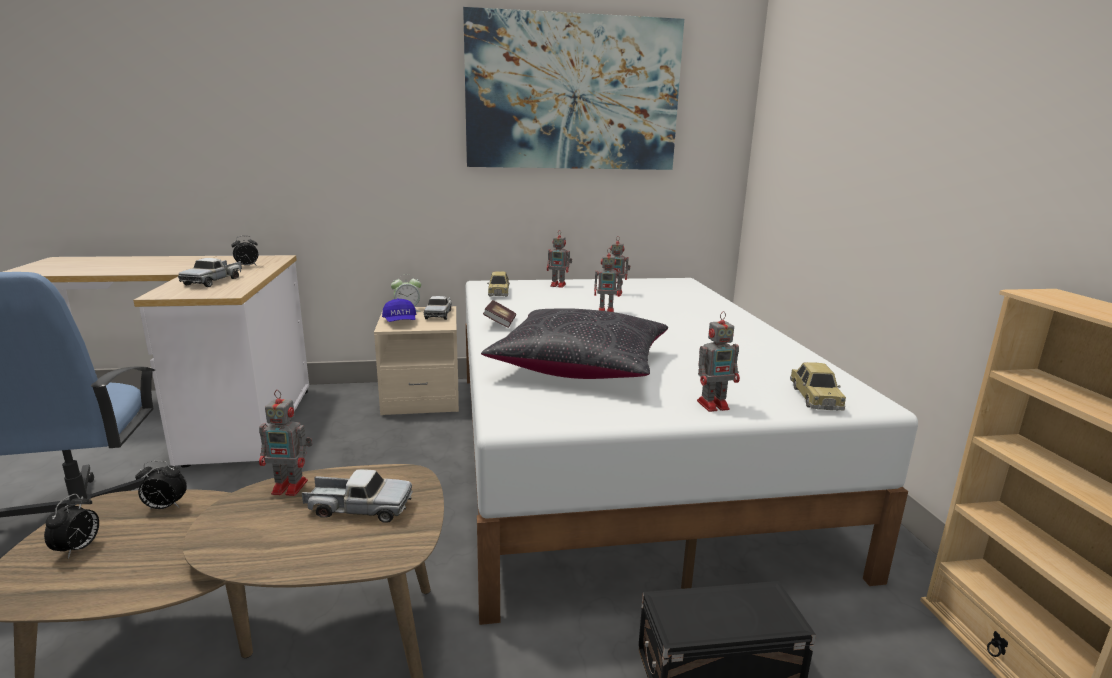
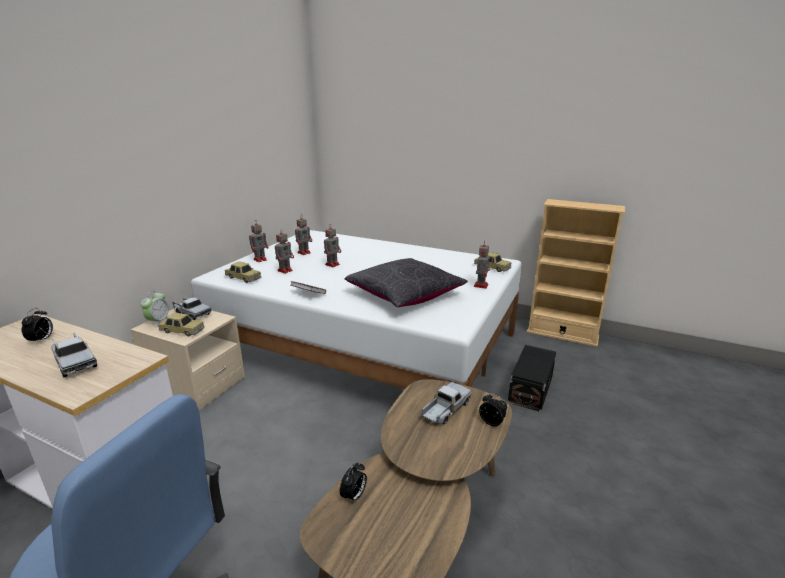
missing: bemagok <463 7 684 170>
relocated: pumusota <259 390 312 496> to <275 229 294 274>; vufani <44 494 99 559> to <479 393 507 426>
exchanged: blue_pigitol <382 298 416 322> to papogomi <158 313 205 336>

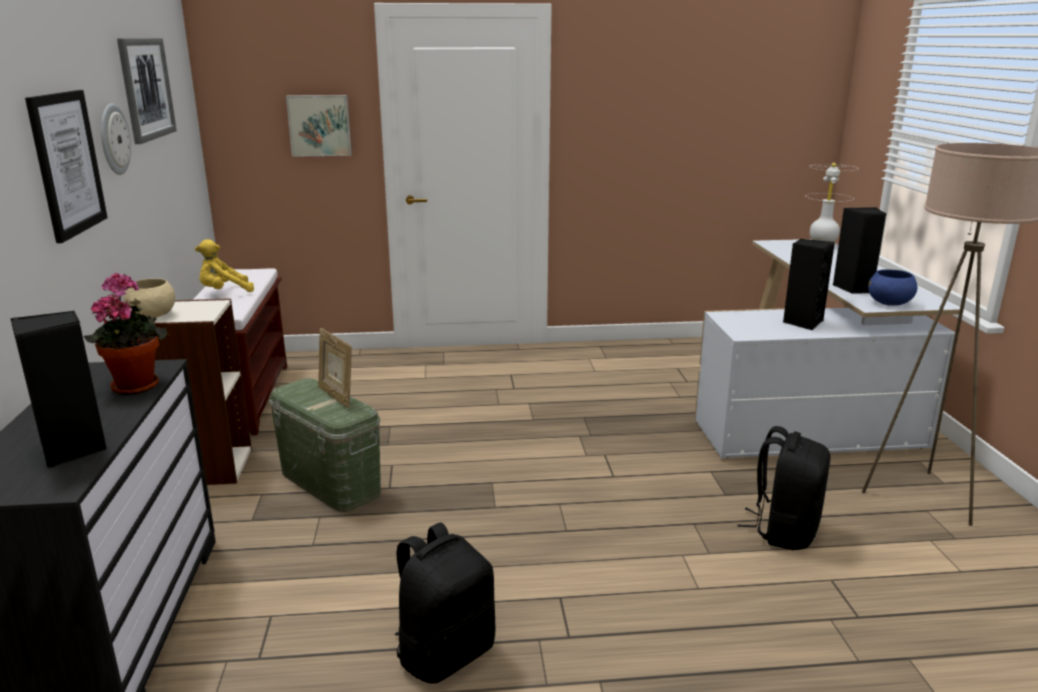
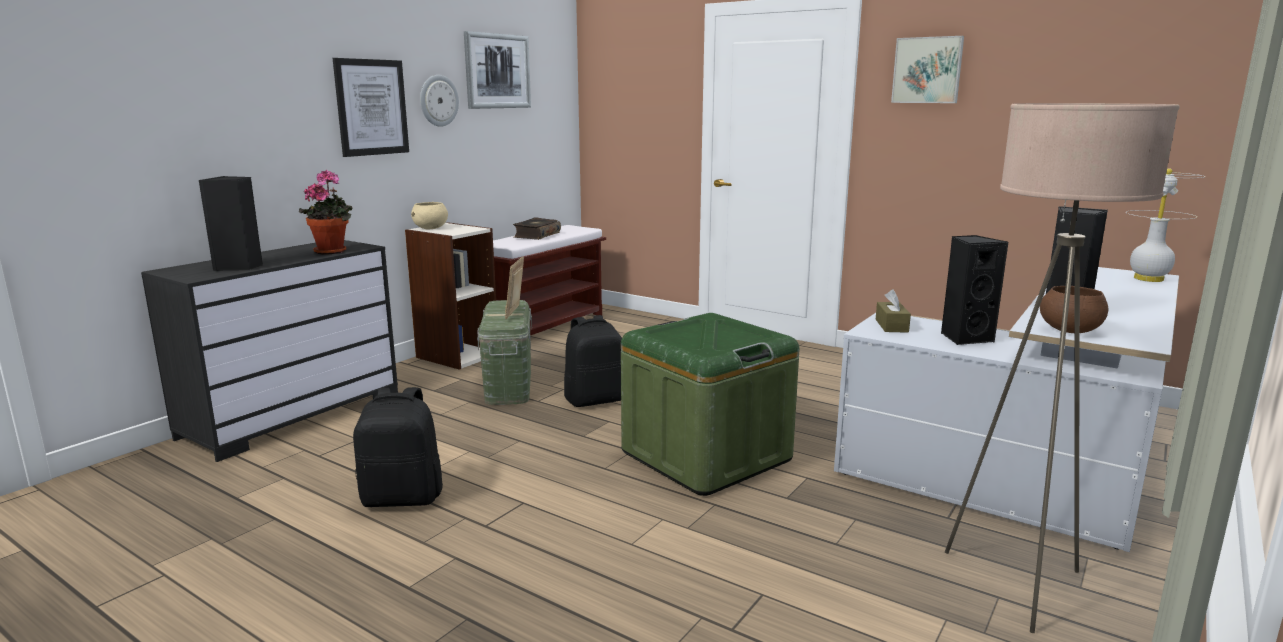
appeared: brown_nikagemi <876 289 911 333>; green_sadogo <621 313 799 496>
relocated: bemagok <286 95 352 157> to <891 36 964 103>; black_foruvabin <737 426 831 550> to <564 315 622 407>
exchanged: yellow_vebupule <195 239 254 292> to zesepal <513 217 561 240>
colour: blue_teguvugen <868 269 918 306> to brown_teguvugen <1040 286 1108 333>

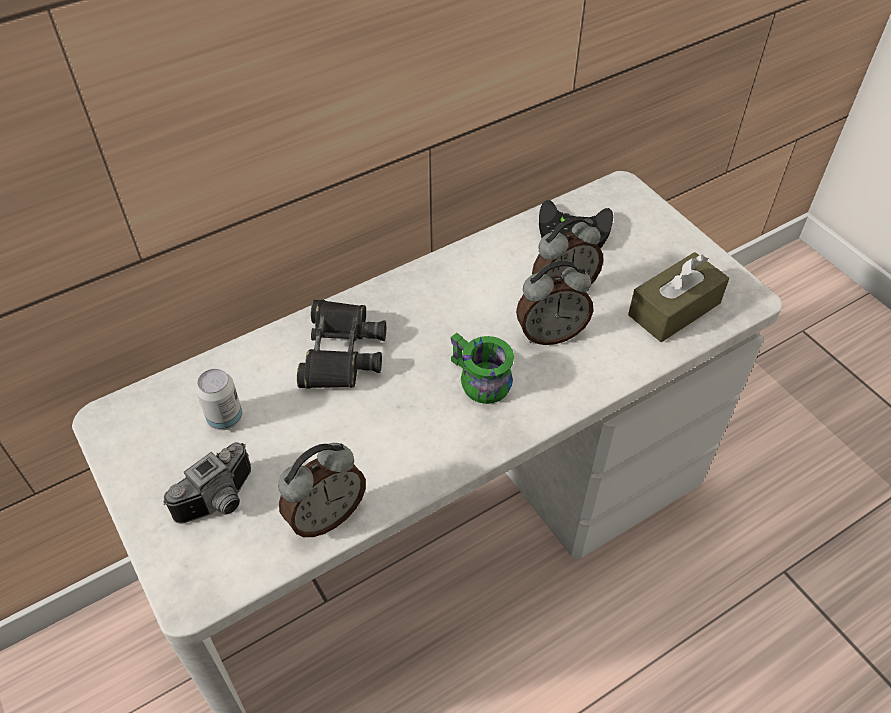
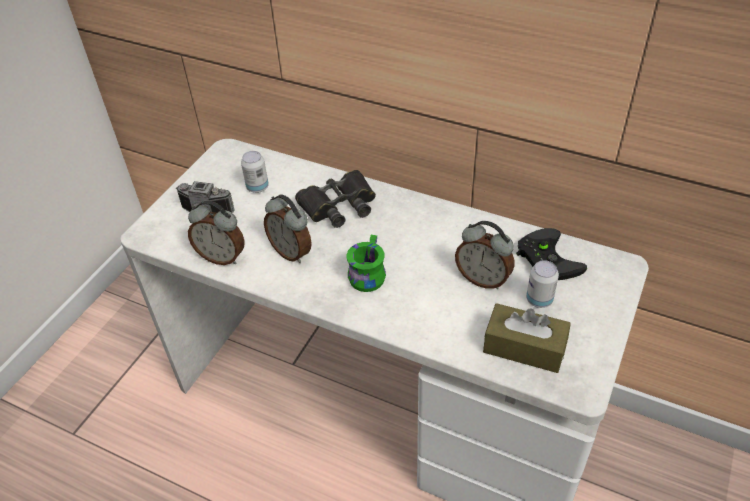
appeared: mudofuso <526 260 559 308>
relocated: vufani <516 261 594 345> to <264 194 312 263>

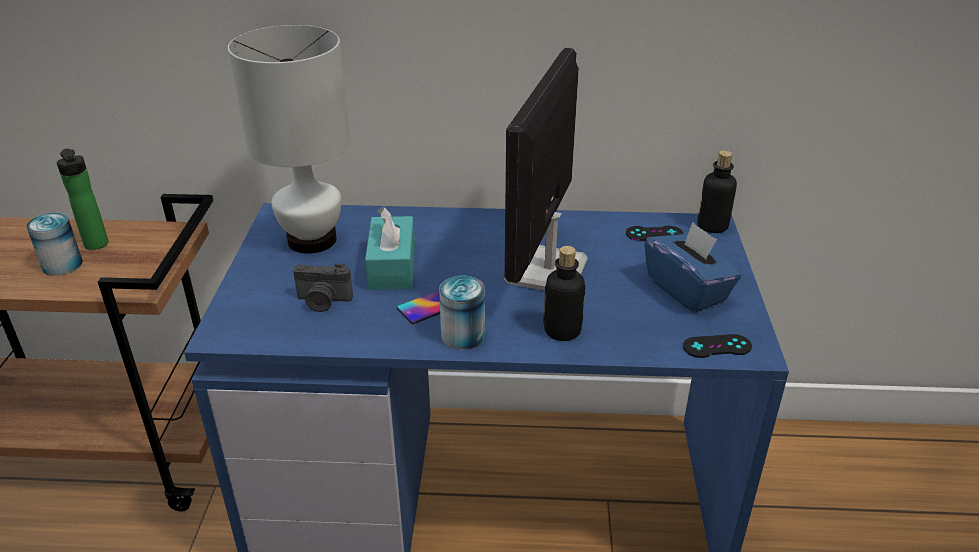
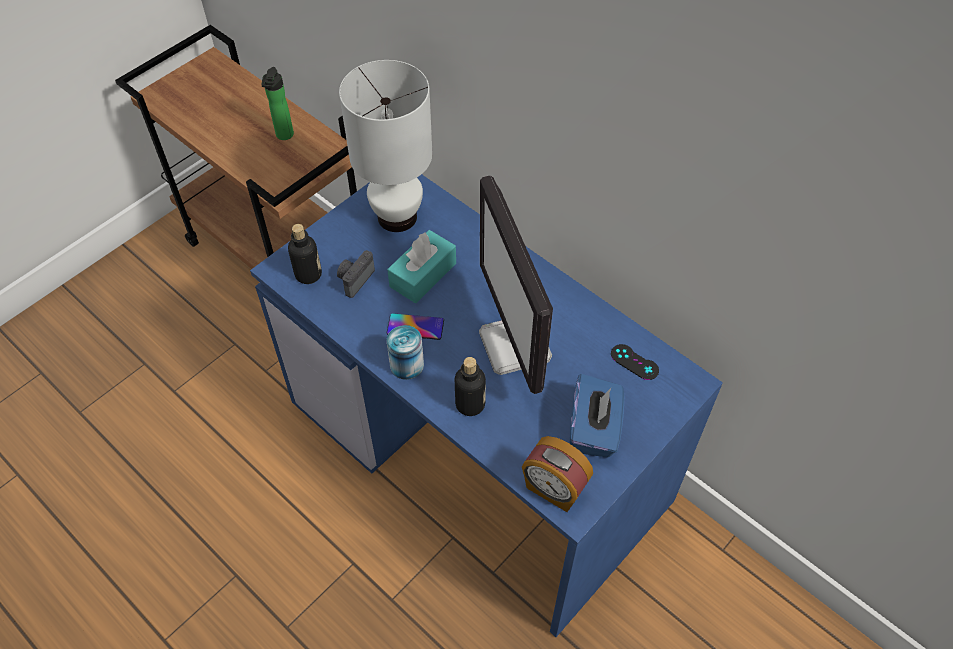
missing: mudofuso <27 213 83 276>
relocated: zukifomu <697 150 737 233> to <288 224 322 284>
exchanged: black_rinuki <683 334 752 358> to vufani <522 436 593 512>
spun: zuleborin <504 48 588 291> = <479 175 553 394> 75 degrees counterclockwise; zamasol <293 263 353 312> = <337 250 375 298> 75 degrees clockwise

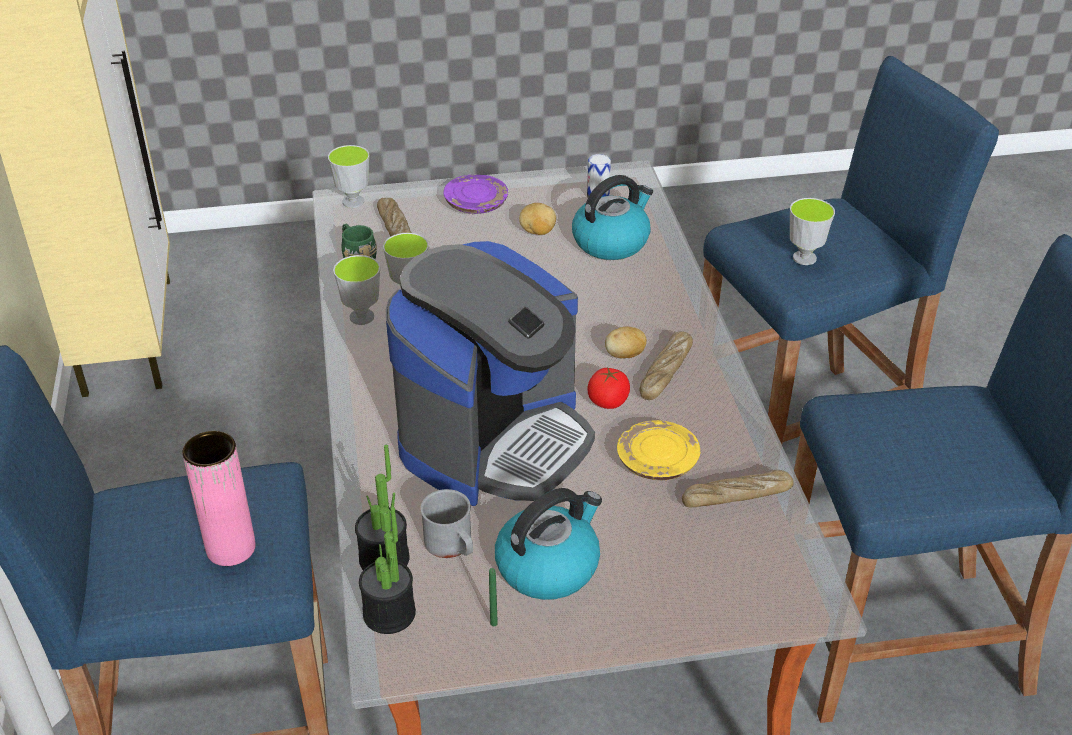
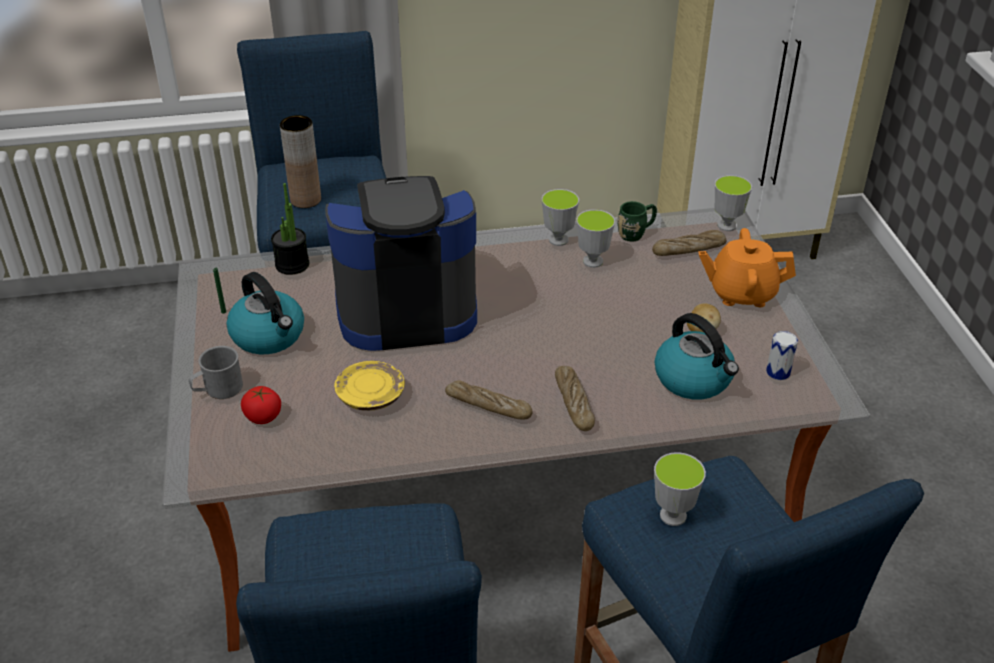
missing: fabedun <605 327 647 358>; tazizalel <359 507 416 634>
relocated: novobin <587 367 630 409> to <241 386 281 424>; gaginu <682 470 794 507> to <555 366 595 431>; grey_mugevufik <420 489 473 558> to <189 346 243 399>
exchanged: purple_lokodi <443 174 508 214> to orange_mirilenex <698 228 796 307>
colour: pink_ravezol <182 431 256 566> to brown_ravezol <280 115 321 208>
spun: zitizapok <386 241 595 506> = <325 176 477 351> 135 degrees clockwise

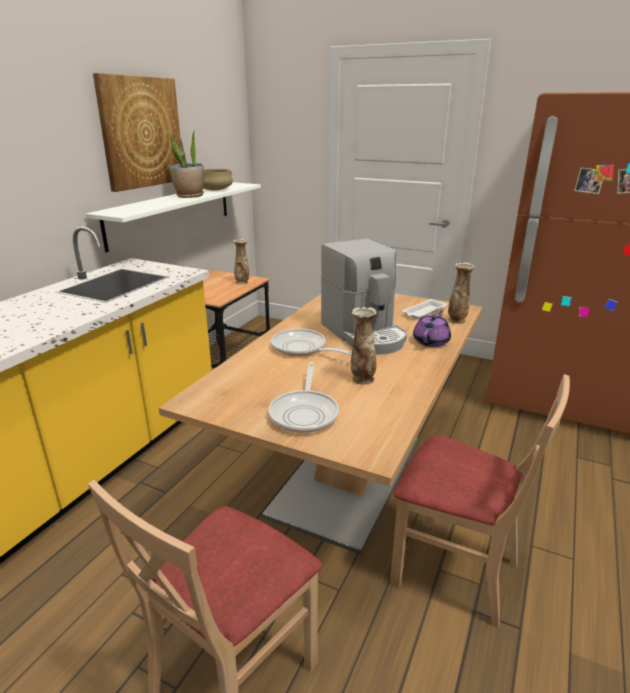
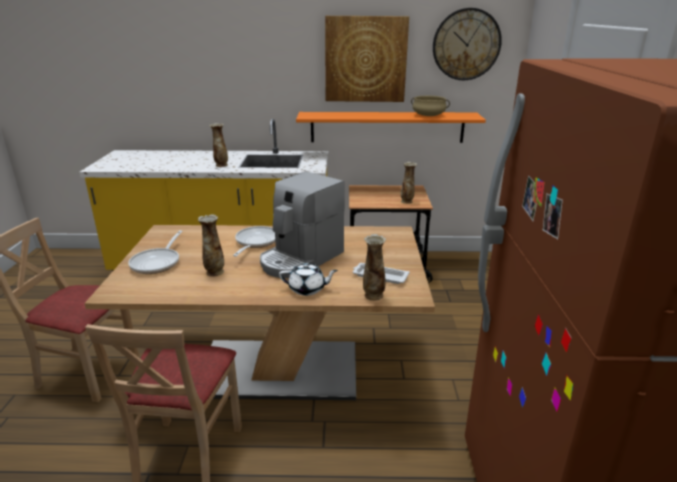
missing: tazizalel <169 132 204 198>
appeared: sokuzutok <433 8 502 80>; ravezol <209 123 228 167>
colour: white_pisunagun <85 182 261 252> to orange_pisunagun <296 112 486 143>; purple_mirilenex <413 311 451 347> to white_mirilenex <279 263 338 296>
spun: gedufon <268 362 339 433> = <128 230 183 274> 60 degrees counterclockwise

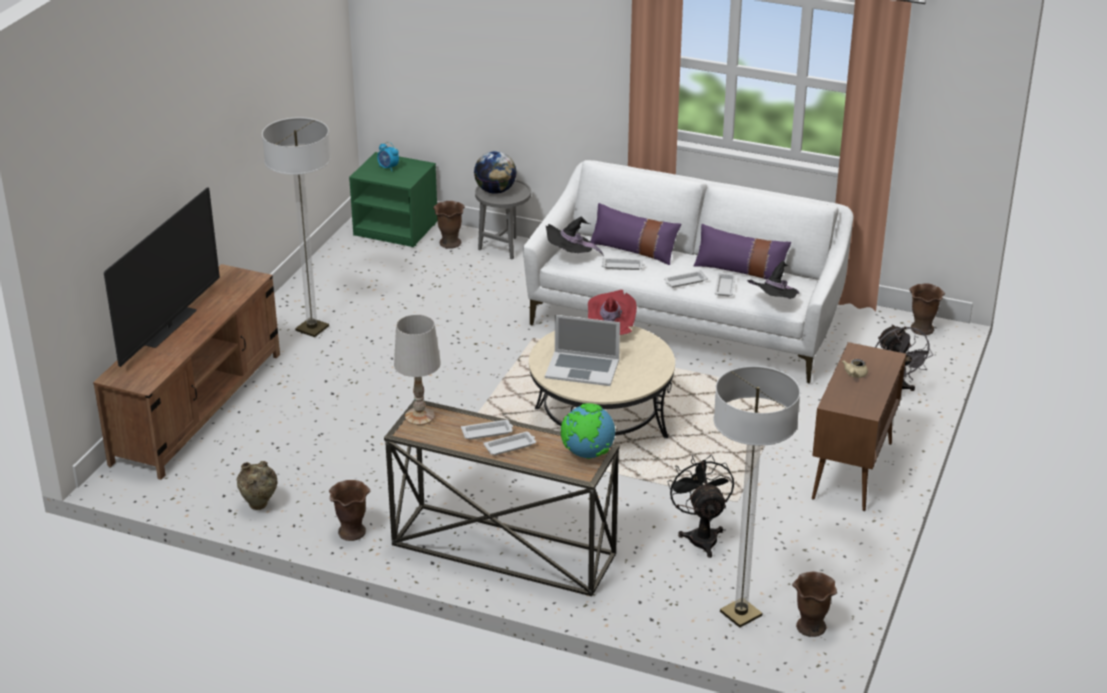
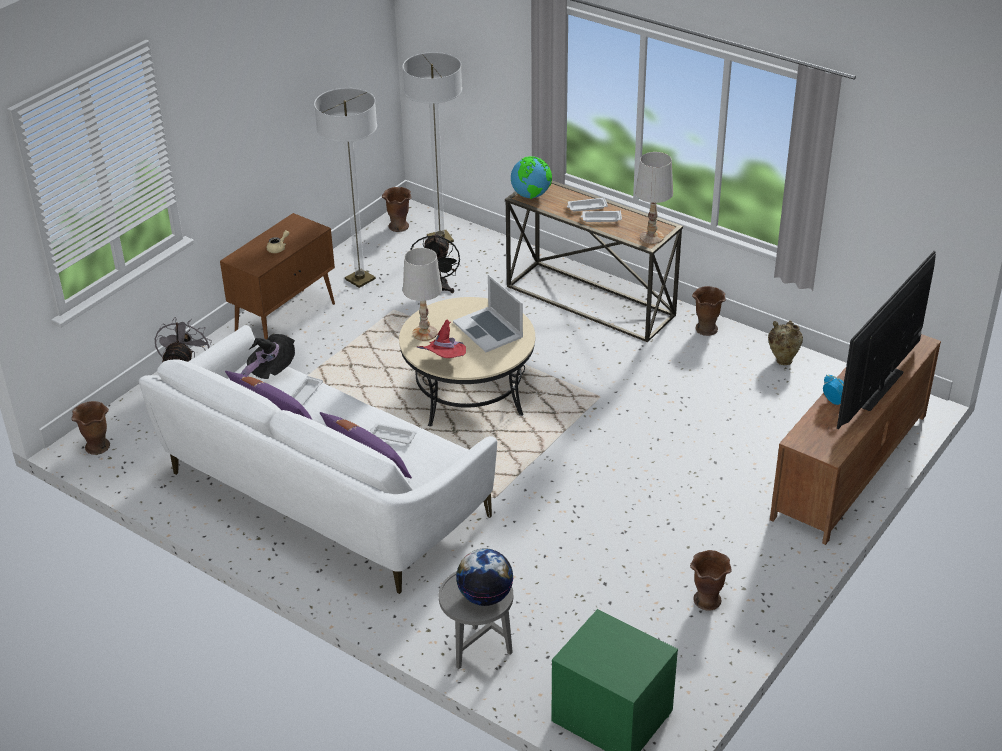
missing: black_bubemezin <546 217 604 256>; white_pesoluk <664 270 708 288>
appeared: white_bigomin <403 248 442 341>
relocated: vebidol <262 117 331 337> to <314 88 377 288>; vufani <377 142 399 171> to <823 374 844 405>; brown_ravezol <433 201 465 248> to <690 550 731 611>
spun: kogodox <545 315 620 386> = <453 274 523 352> 150 degrees counterclockwise

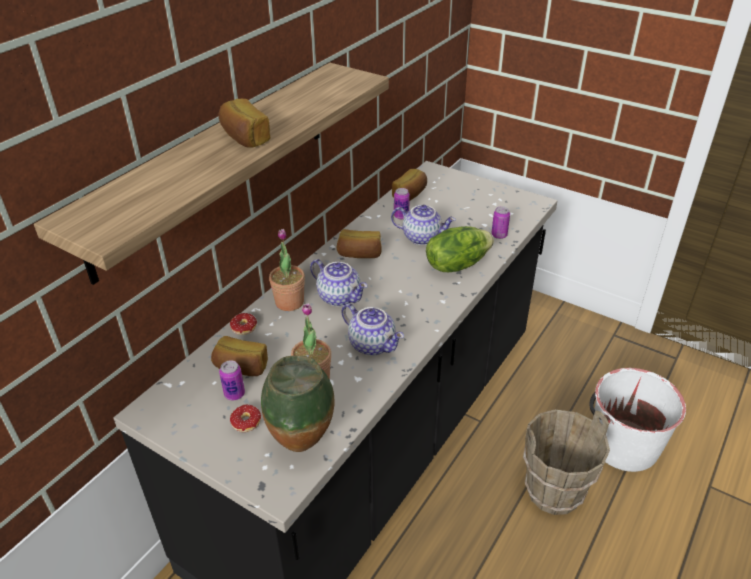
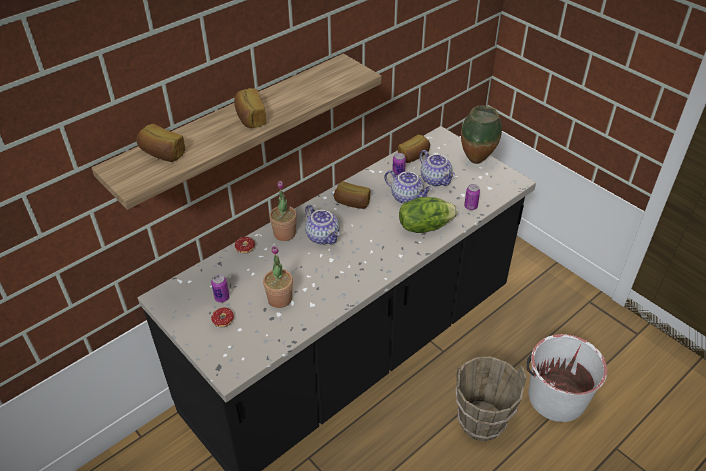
relocated: mirilenex <341 303 404 356> to <419 150 455 186>; gaginu <211 336 268 376> to <136 124 186 162>; ravezol <261 355 335 452> to <461 105 502 164>

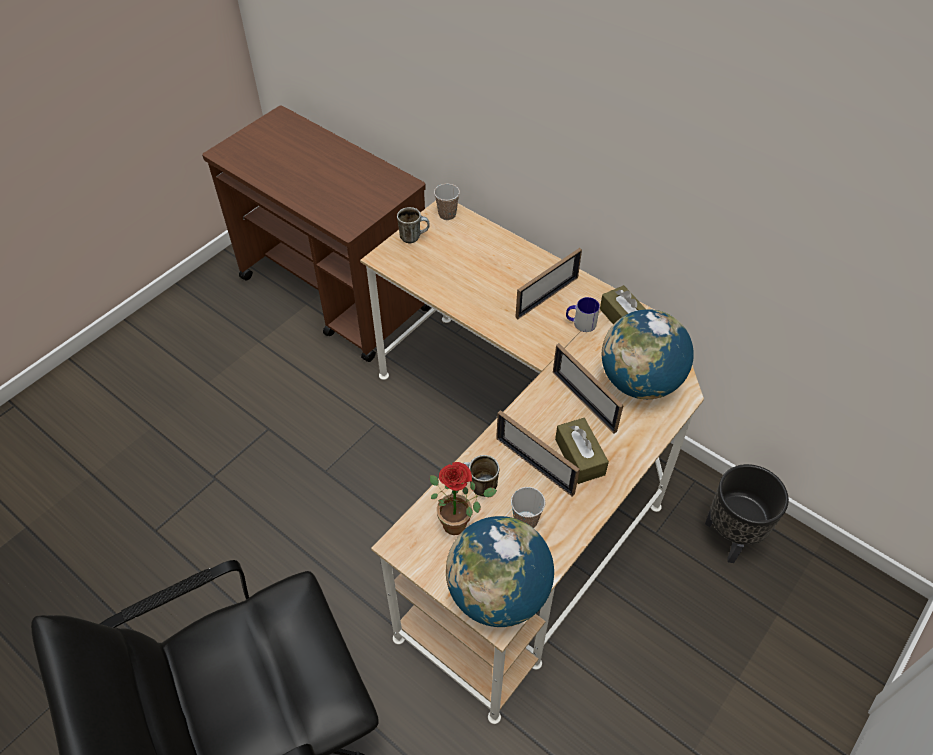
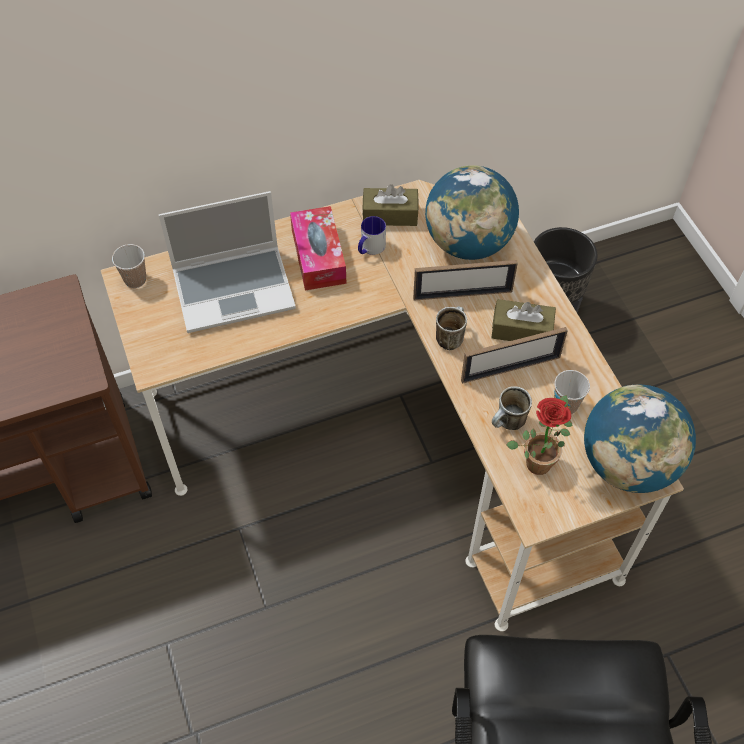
appeared: kogodox <159 191 296 333>
relocated: mugevufik <397 207 430 244> to <436 306 467 350>
exchanged: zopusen <515 248 582 319> to nikagemi <290 206 346 290>

